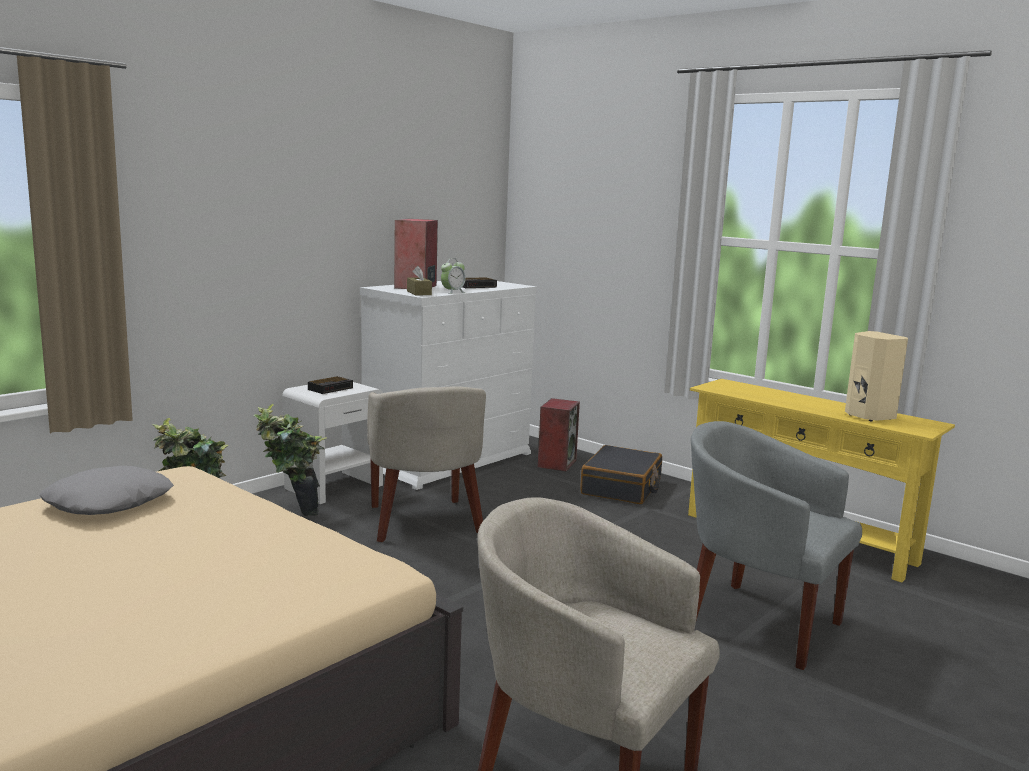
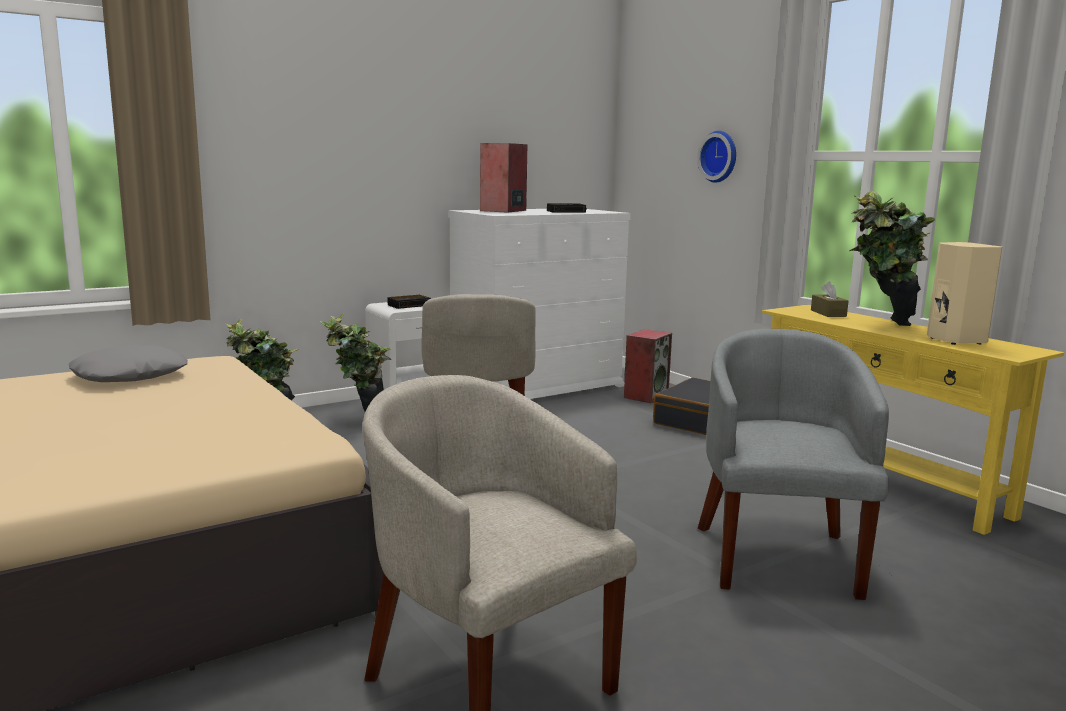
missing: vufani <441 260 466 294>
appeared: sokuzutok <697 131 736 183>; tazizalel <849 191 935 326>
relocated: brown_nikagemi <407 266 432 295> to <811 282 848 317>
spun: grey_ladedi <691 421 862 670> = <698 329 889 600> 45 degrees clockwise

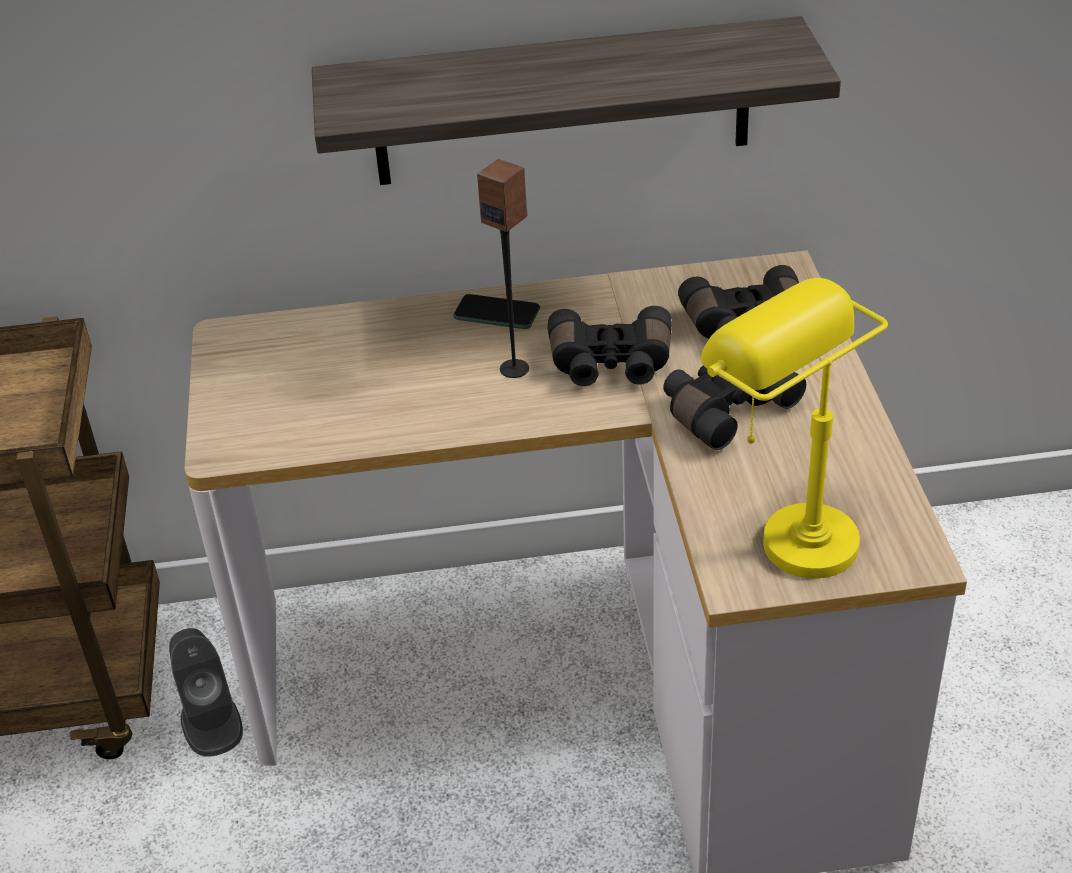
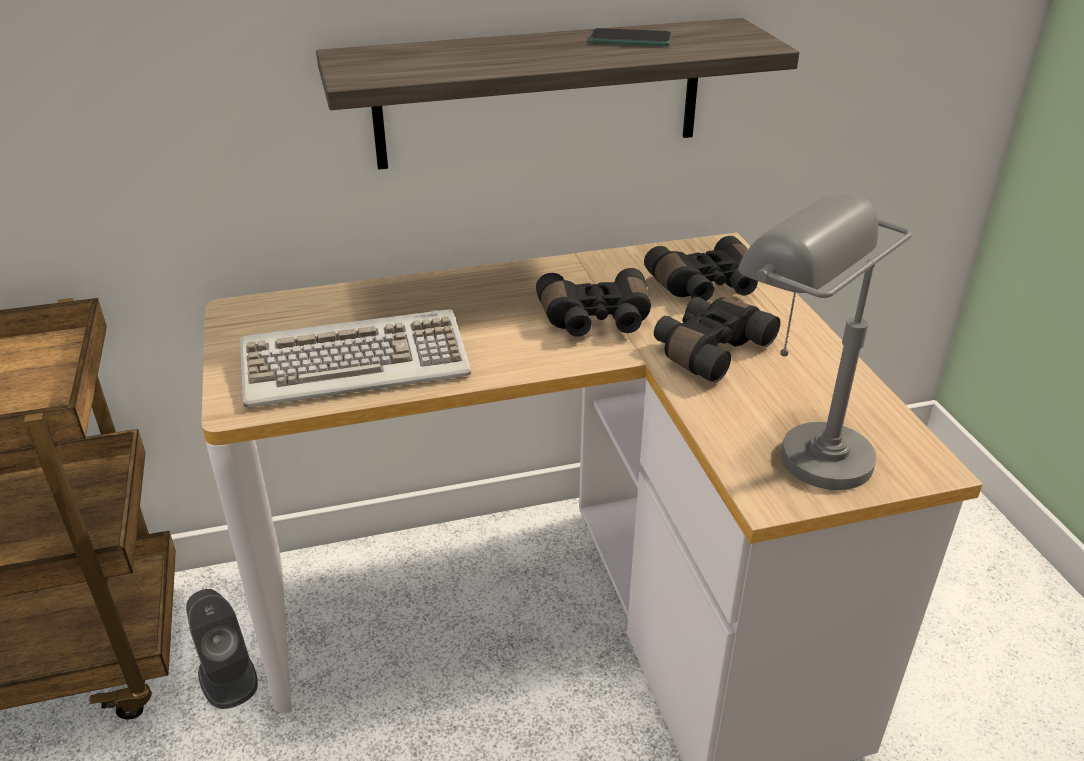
missing: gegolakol <477 159 529 378>
appeared: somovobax <240 309 472 407>
relocated: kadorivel <453 294 540 329> to <589 28 672 46>
colour: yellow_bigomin <700 278 888 579> to grey_bigomin <738 192 912 490>

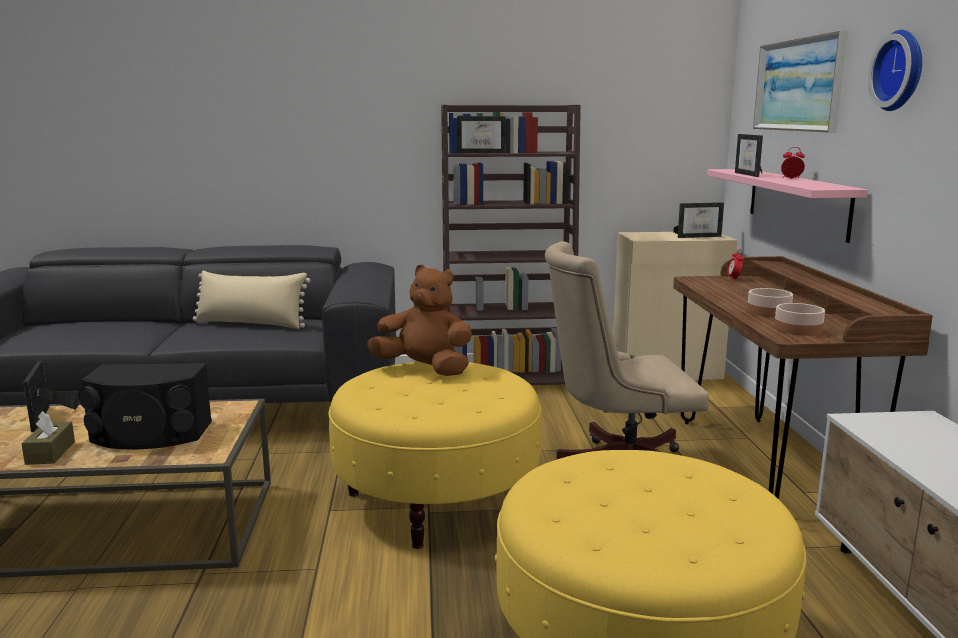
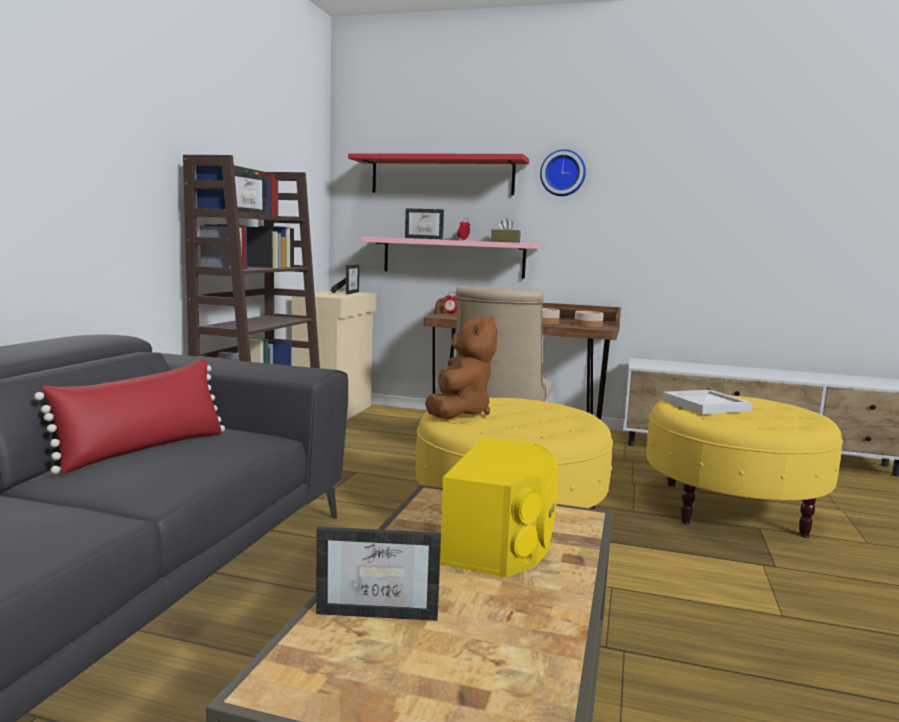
appeared: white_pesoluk <662 390 753 414>
relocated: brown_nikagemi <21 411 75 465> to <491 218 521 243>
exchanged: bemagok <753 30 848 132> to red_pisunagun <348 153 529 195>
colour: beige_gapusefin <193 270 311 329> to red_gapusefin <34 359 225 474>; black_gegolakol <78 363 212 449> to yellow_gegolakol <440 438 558 577>
spun: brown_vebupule <367 264 472 376> = <425 315 497 419> 150 degrees clockwise

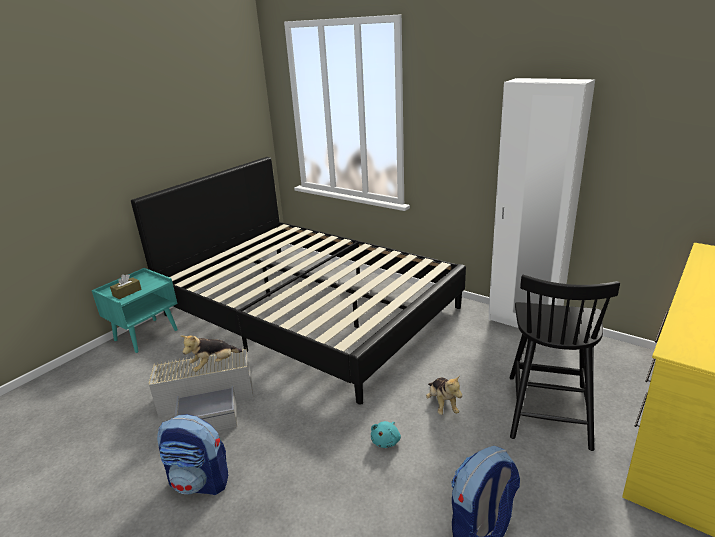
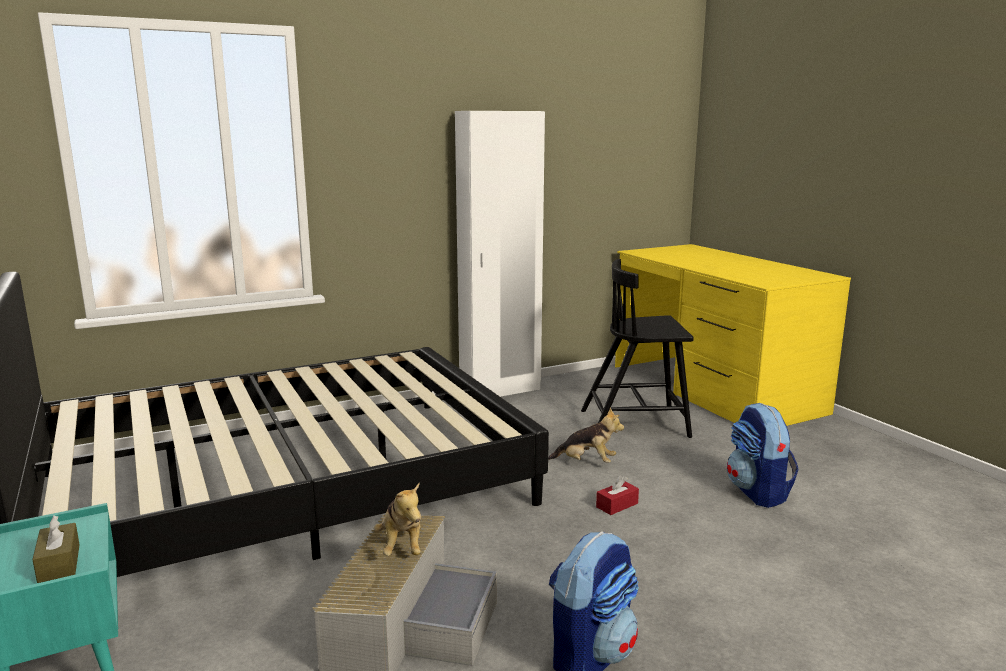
exchanged: turquoise_vebupule <371 421 401 448> to red_nikagemi <596 475 639 515>
spun: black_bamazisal <510 275 620 451> = <581 259 694 438> 135 degrees clockwise

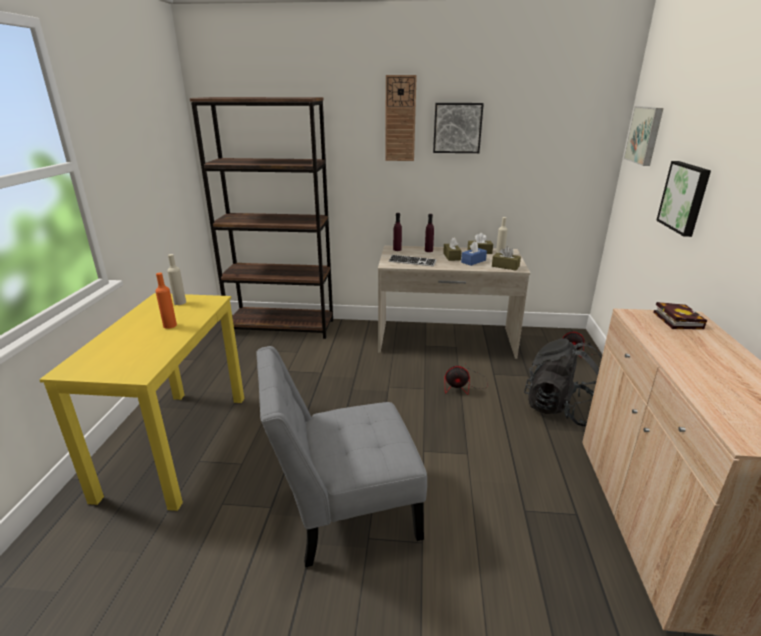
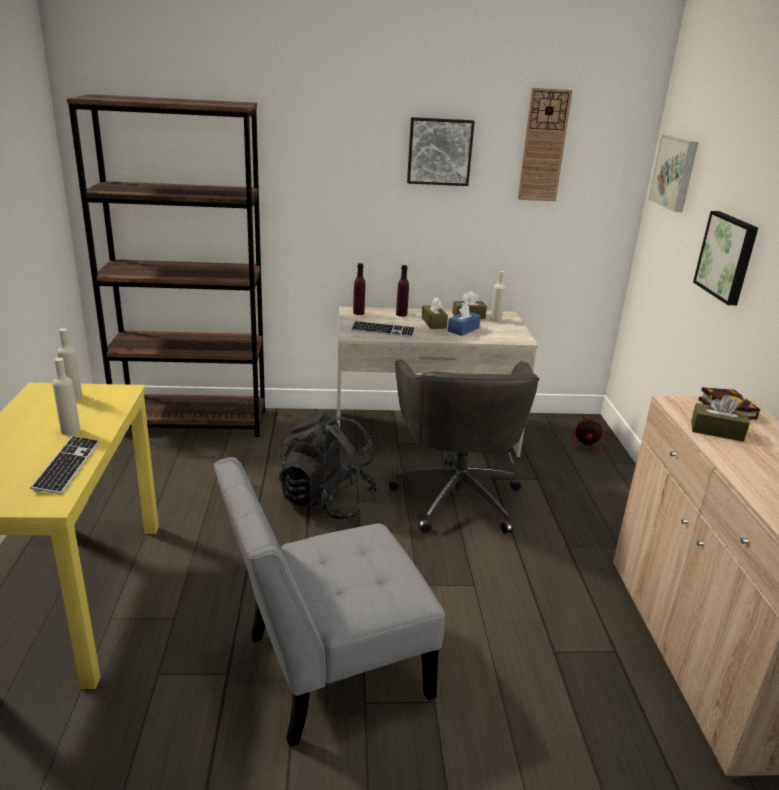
appeared: somovobax <30 436 100 494>
relocated: sokuzutok <385 75 417 161> to <518 88 573 201>; brown_nikagemi <492 246 521 270> to <691 395 750 442>; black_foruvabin <524 338 602 426> to <279 411 379 519>
exchanged: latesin <445 363 488 394> to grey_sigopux <389 359 539 534>
colour: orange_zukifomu <156 273 177 329> to beige_zukifomu <52 358 80 435>

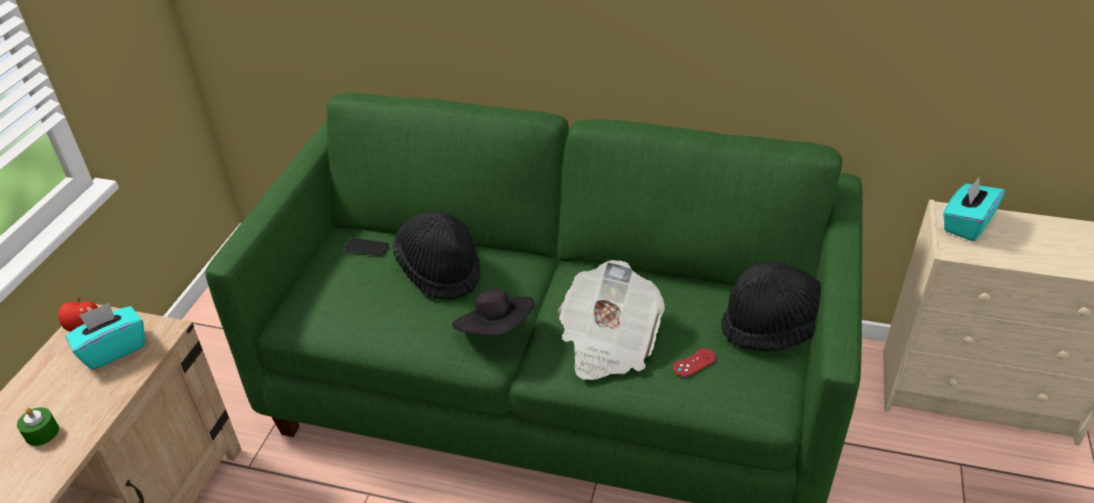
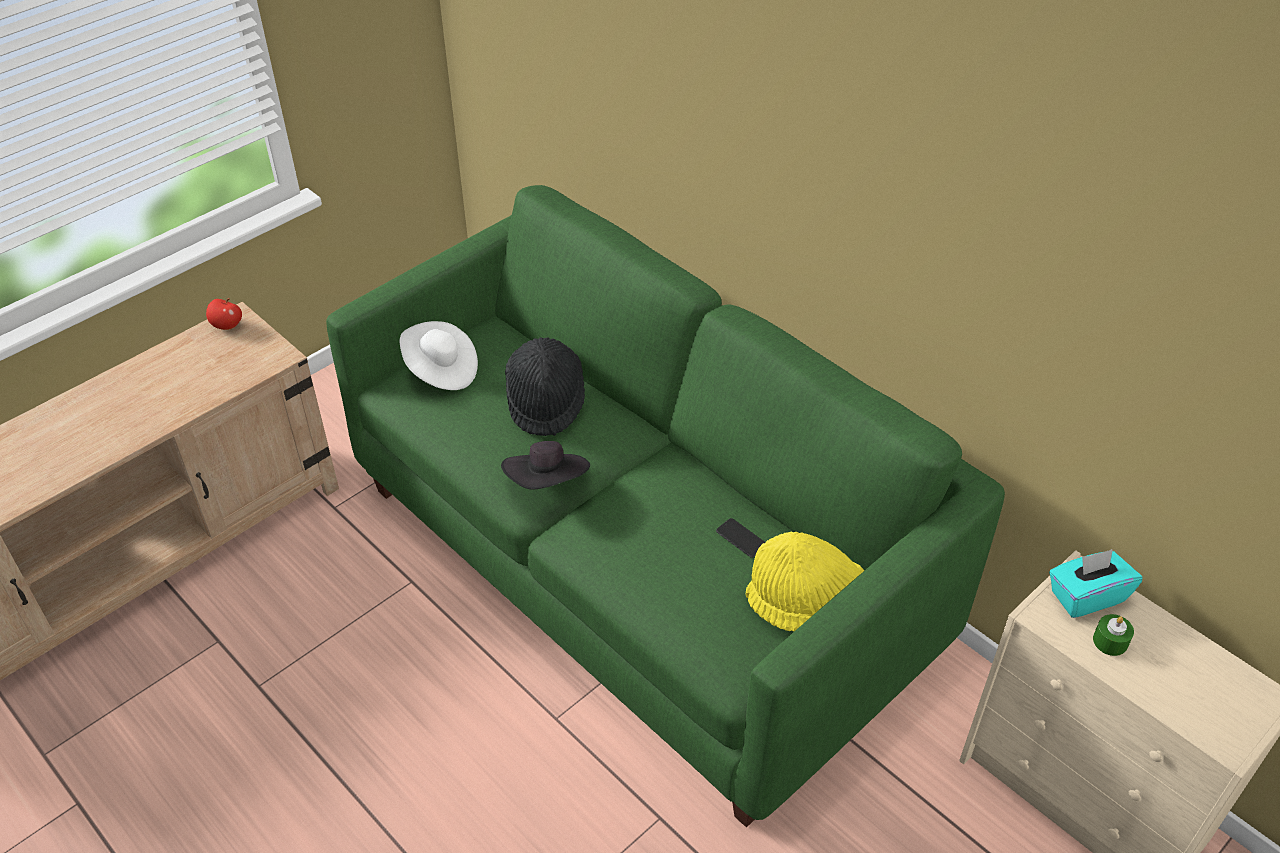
missing: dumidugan <558 260 665 380>; turquoise_nikagemi <66 303 145 370>; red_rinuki <673 348 716 377>
appeared: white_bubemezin <400 321 478 390>
relocated: kadorivel <344 238 389 256> to <716 518 765 558>; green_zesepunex <17 407 59 446> to <1093 614 1134 656>
colour: black_bubemezin <721 261 821 352> to yellow_bubemezin <745 532 864 631>

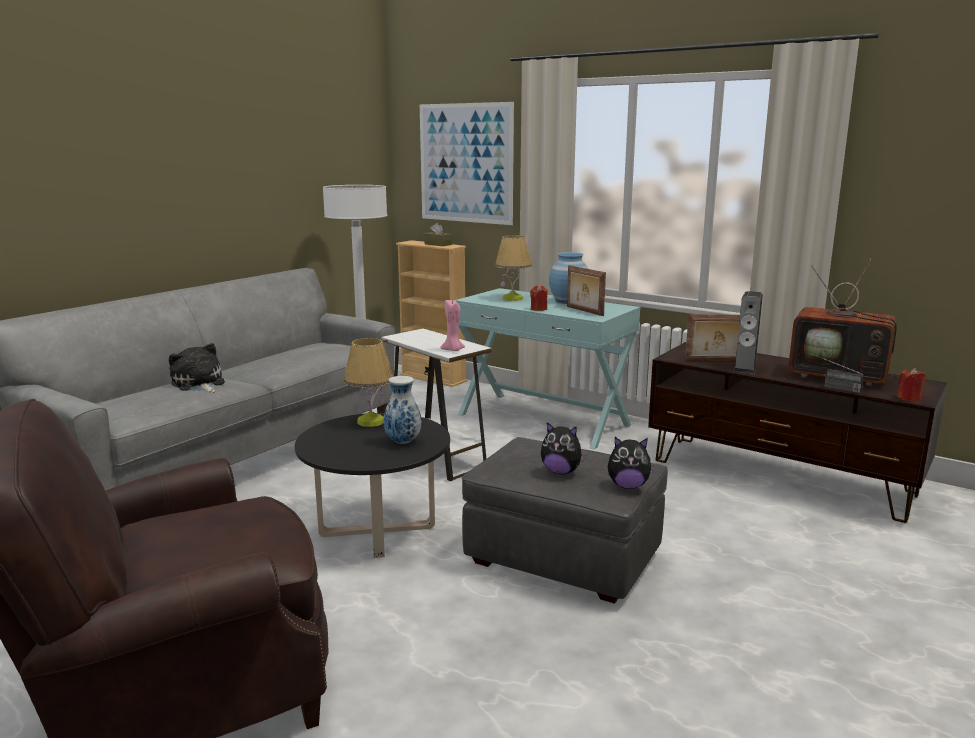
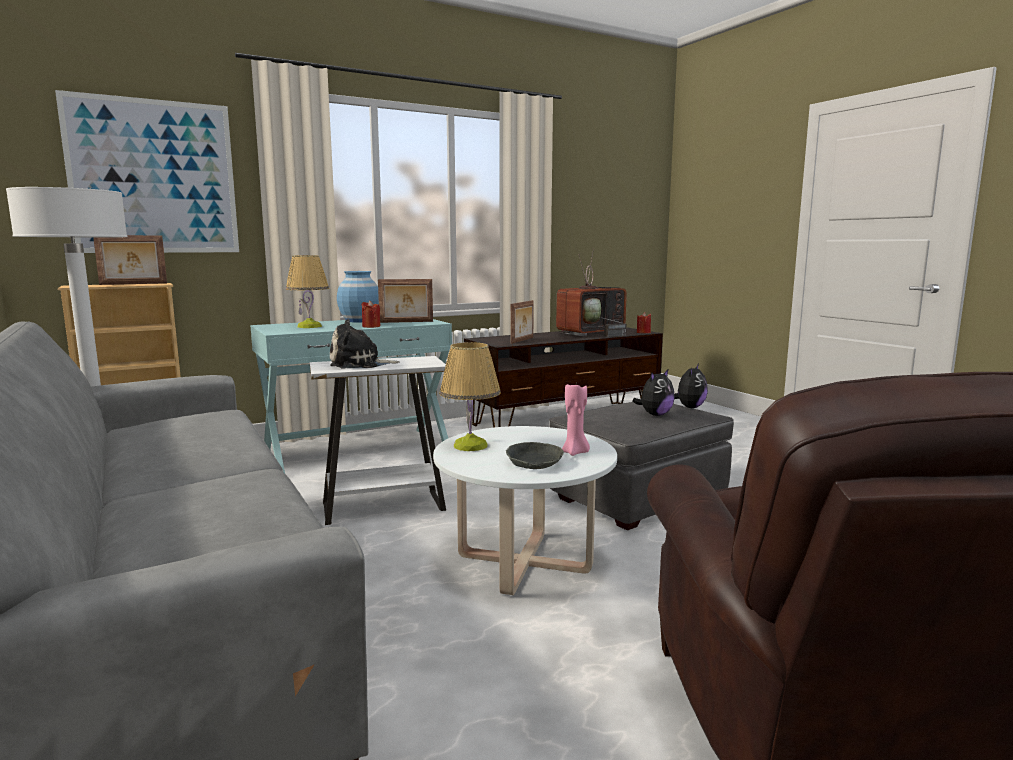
missing: gegolakol <734 291 763 374>; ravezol <384 376 421 444>
appeared: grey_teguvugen <506 442 564 469>
relocated: pink_zesepunex <440 300 465 351> to <562 384 590 456>; vebupule <169 343 225 393> to <330 319 399 369>
exchanged: brown_nikagemi <424 223 452 246> to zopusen <93 235 167 285>
colour: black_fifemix <295 413 450 558> to white_fifemix <433 426 617 595>

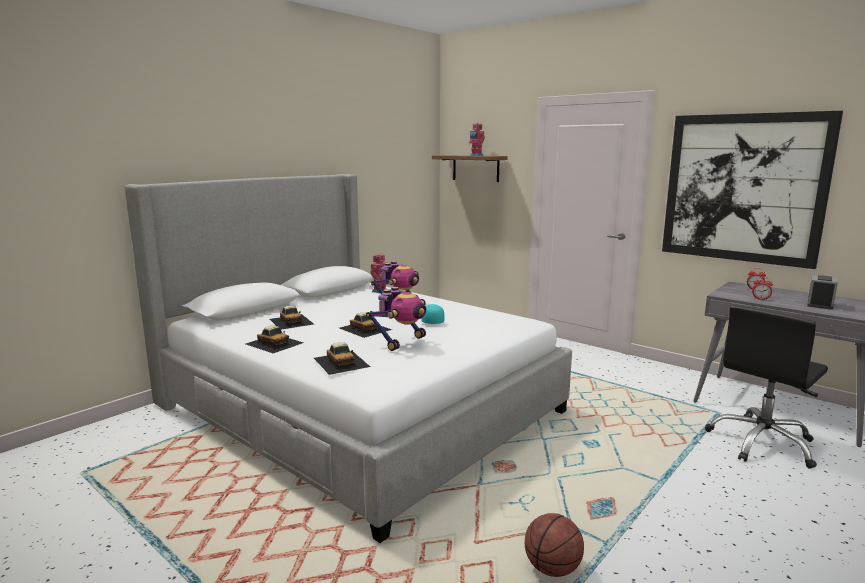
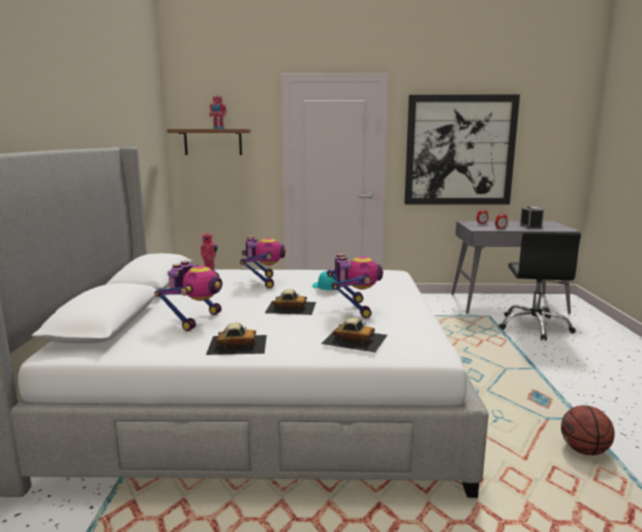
exchanged: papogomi <270 306 314 330> to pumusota <155 261 222 331>

